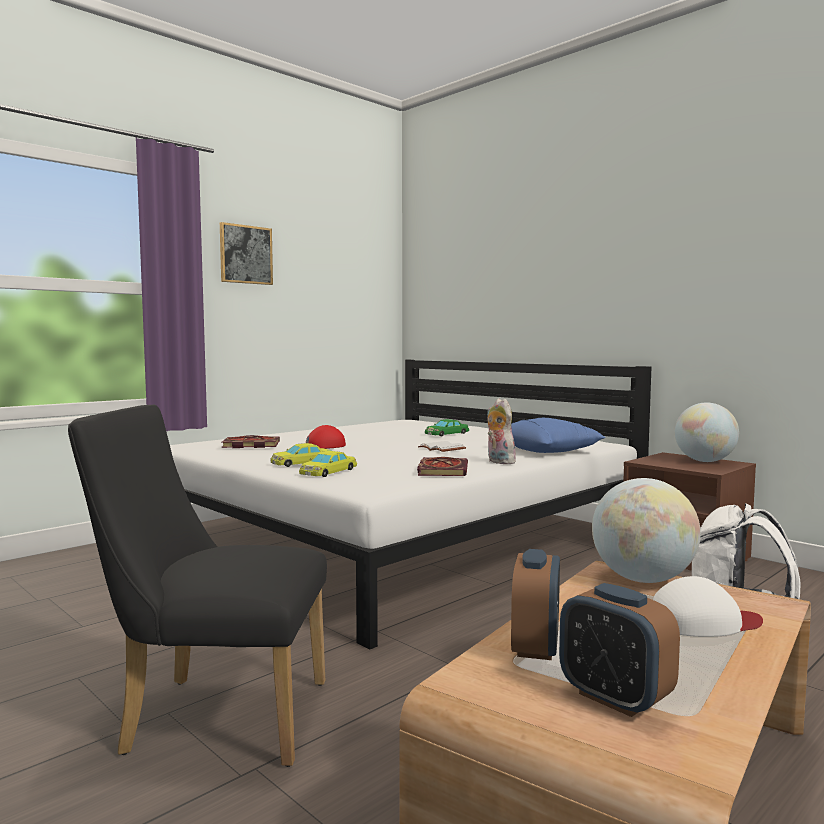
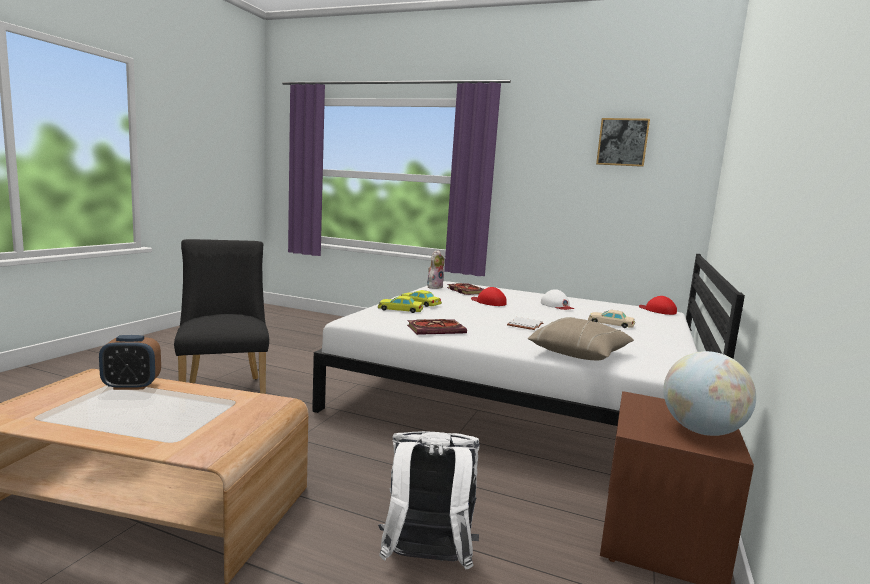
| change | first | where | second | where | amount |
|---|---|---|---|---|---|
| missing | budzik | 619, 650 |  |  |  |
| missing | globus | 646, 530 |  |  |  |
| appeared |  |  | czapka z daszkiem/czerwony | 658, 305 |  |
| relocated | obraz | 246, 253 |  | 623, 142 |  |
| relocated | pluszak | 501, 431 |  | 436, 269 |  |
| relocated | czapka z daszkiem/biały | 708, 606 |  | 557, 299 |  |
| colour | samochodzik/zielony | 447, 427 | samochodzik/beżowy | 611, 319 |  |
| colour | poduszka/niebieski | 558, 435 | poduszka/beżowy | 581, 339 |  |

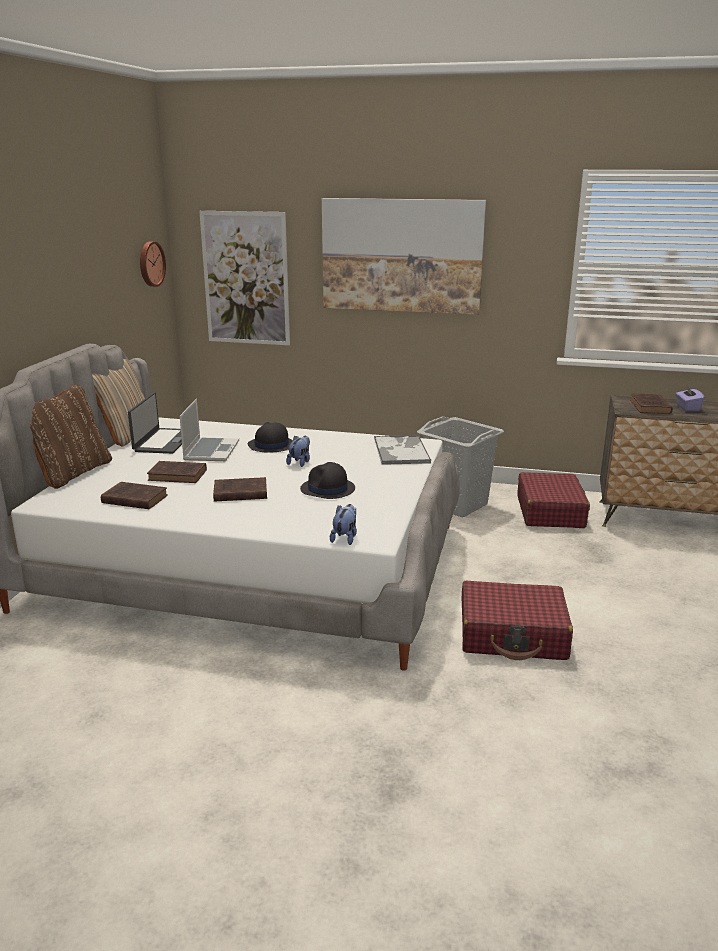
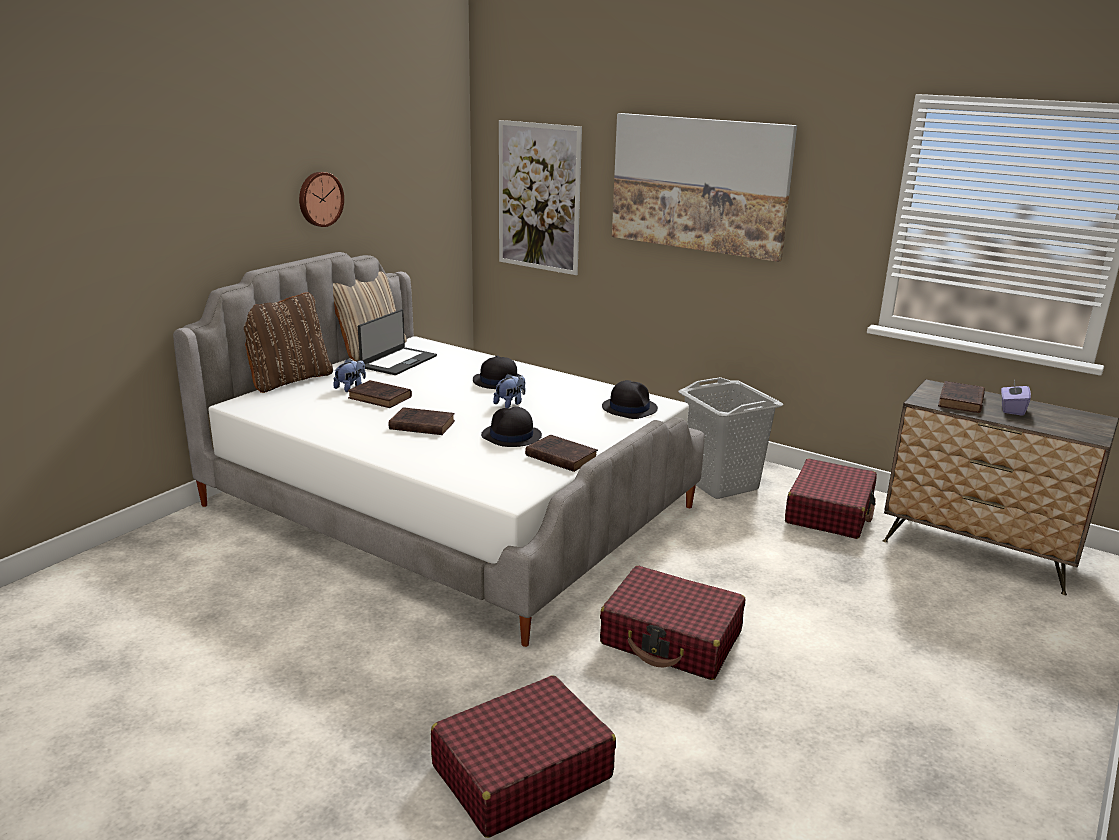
| change | first | where | second | where | amount |
|---|---|---|---|---|---|
| missing | laptop | 209, 430 |  |  |  |
| appeared |  |  | walizka/czerwony | 523, 756 |  |
| relocated | książka/brązowy | 134, 495 |  | 561, 453 |  |
| relocated | zegar ścienny | 153, 264 |  | 321, 199 |  |
| relocated | pluszak | 343, 524 |  | 349, 375 |  |
| exchanged | taca | 402, 450 | kapelusz/czarny | 630, 399 |  |

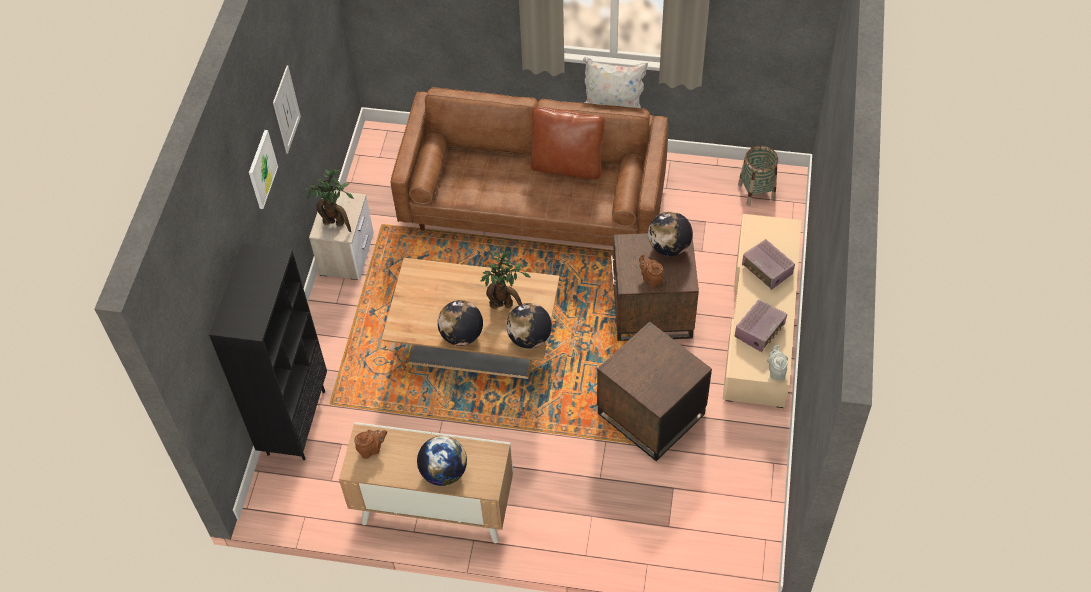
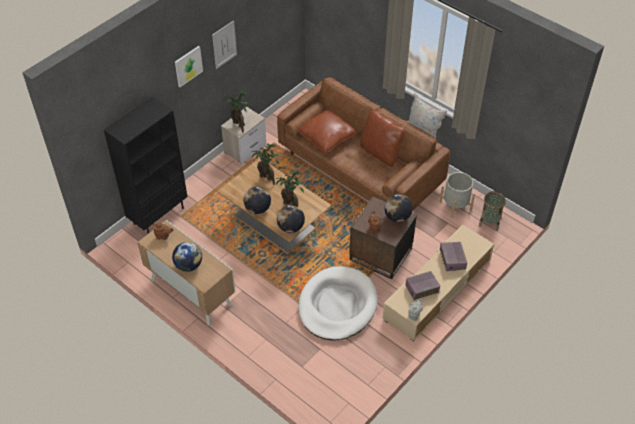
| change | first | where | second | where | amount |
|---|---|---|---|---|---|
| appeared |  |  | roślina doniczkowa | 265, 164 |  |
| appeared |  |  | poduszka/brązowy | 327, 131 |  |
| appeared |  |  | donica/szary | 457, 195 |  |
| exchanged | stolik/brązowy | 654, 391 | legowisko/biały | 338, 303 |  |

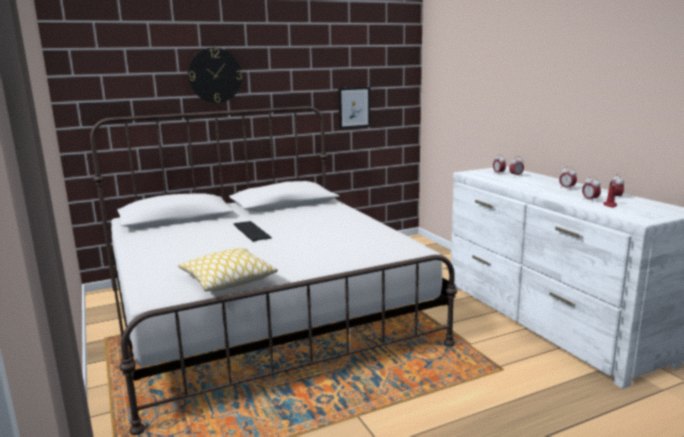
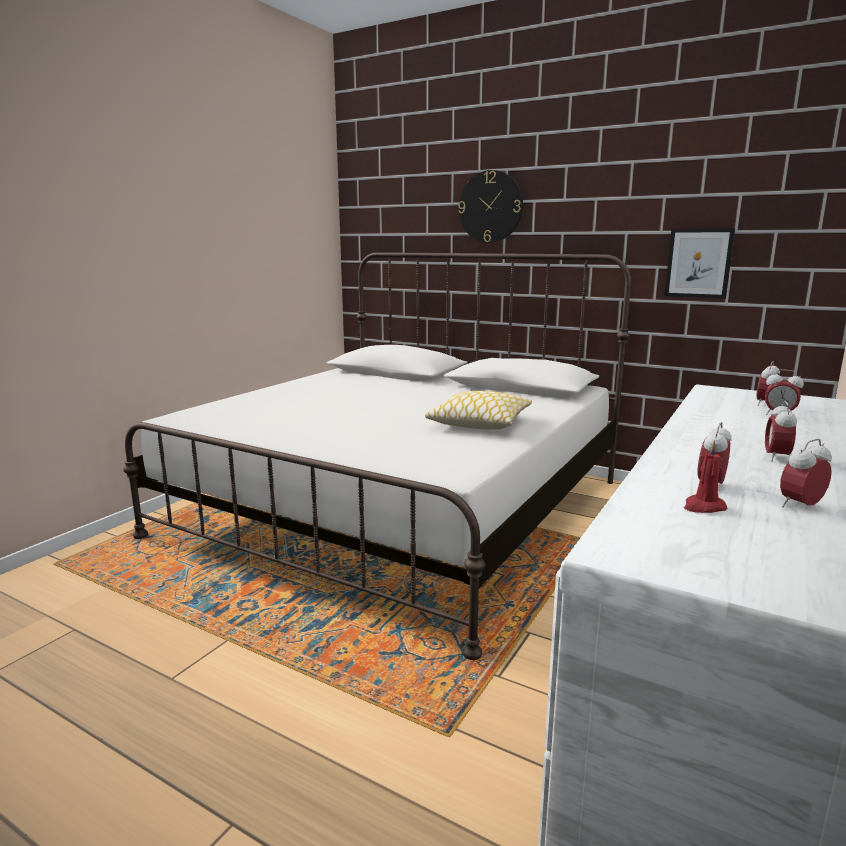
| change | first | where | second | where | amount |
|---|---|---|---|---|---|
| missing | klawiatura | 252, 231 |  |  |  |
| relocated | poduszka | 228, 269 |  | 478, 410 |  |

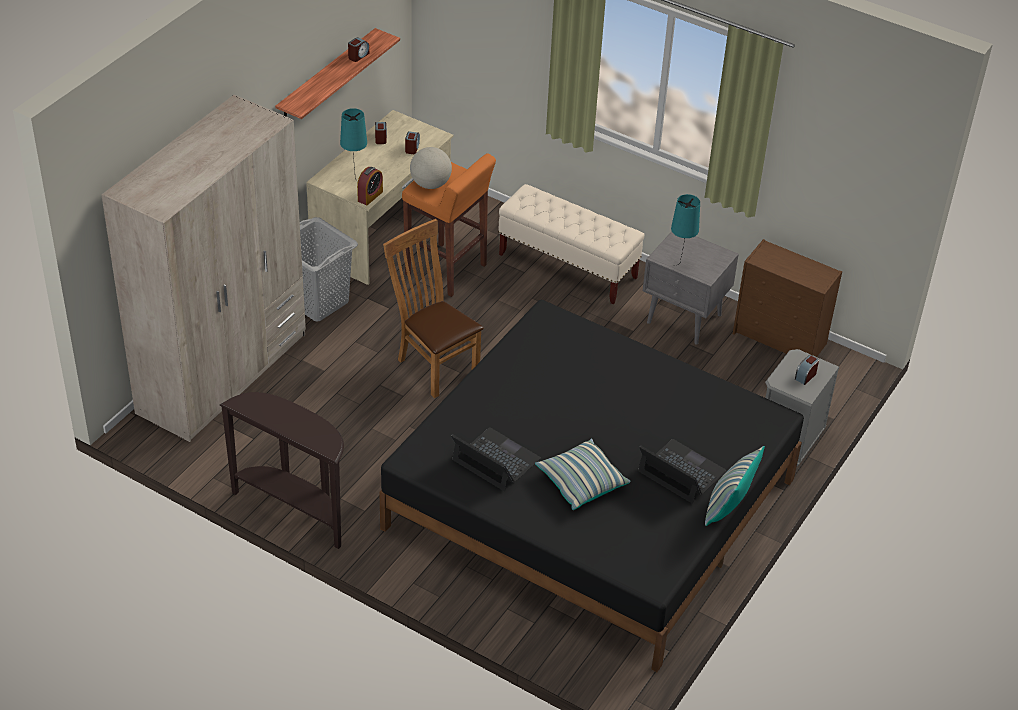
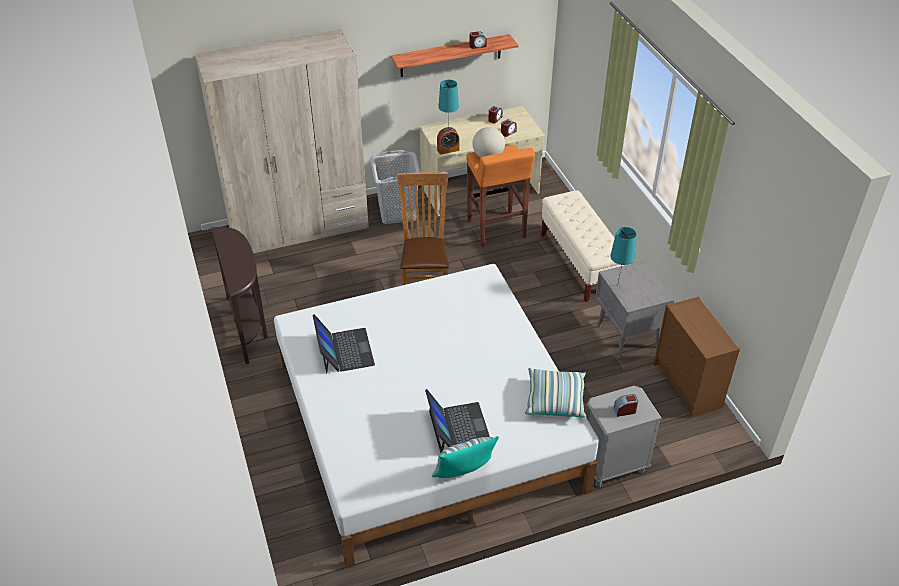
| change | first | where | second | where | amount |
|---|---|---|---|---|---|
| relocated | poduszka | 583, 474 |  | 555, 393 |  |
| colour | łóżko/czarny | 591, 486 | łóżko/biały | 436, 416 |  |

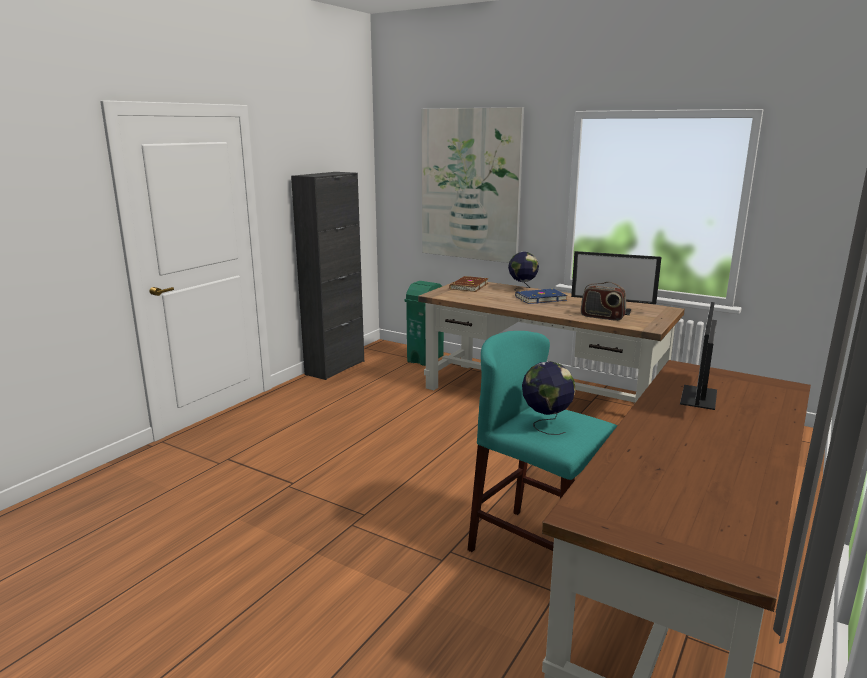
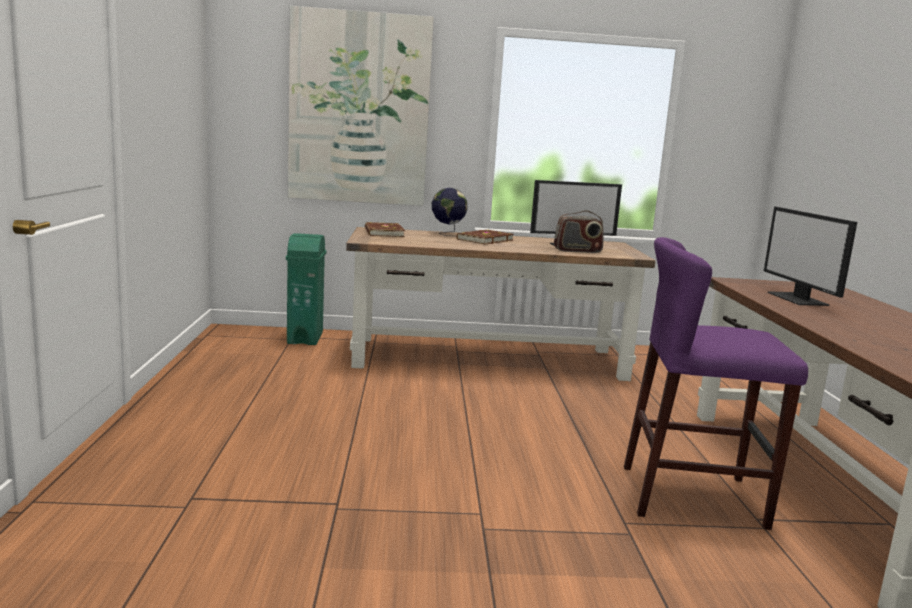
| change | first | where | second | where | amount |
|---|---|---|---|---|---|
| missing | szafka/czarny | 327, 276 |  |  |  |
| missing | globus | 549, 398 |  |  |  |
| colour | stołek/turkusowy | 543, 441 | stołek/fioletowy | 716, 383 |  |
| colour | książka/niebieski | 541, 296 | książka/brązowy | 485, 236 |  |

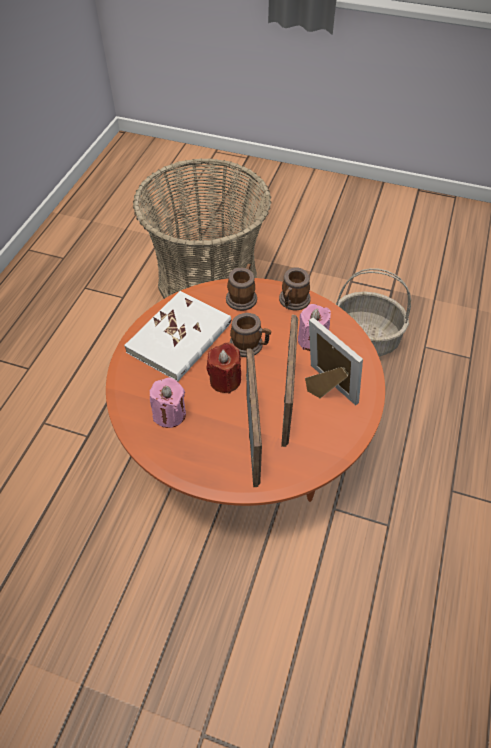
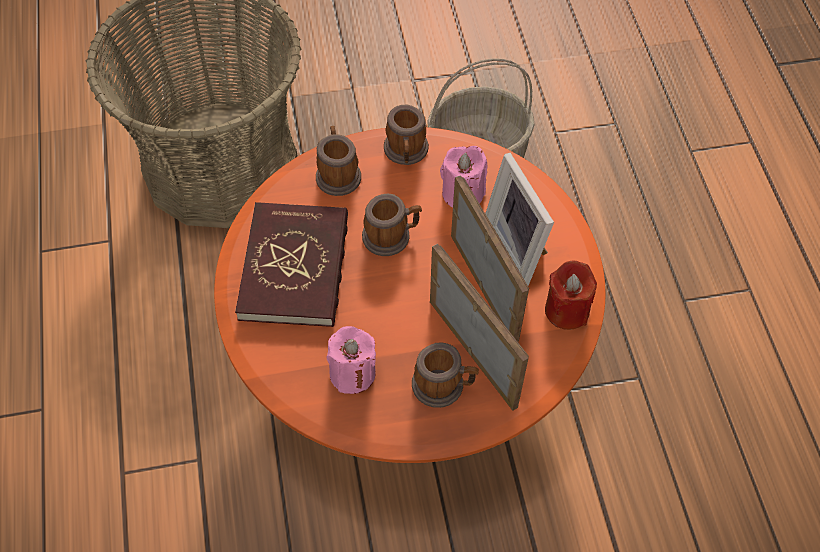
| change | first | where | second | where | amount |
|---|---|---|---|---|---|
| appeared |  |  | kubek | 445, 375 |  |
| relocated | świeca/czerwony | 224, 368 |  | 571, 295 |  |
| colour | książka/biały | 177, 336 | książka/czerwony | 291, 264 |  |
| spun | ramka na zdjęcie | 334, 361 |  | 519, 219 | 135 degrees counterclockwise |

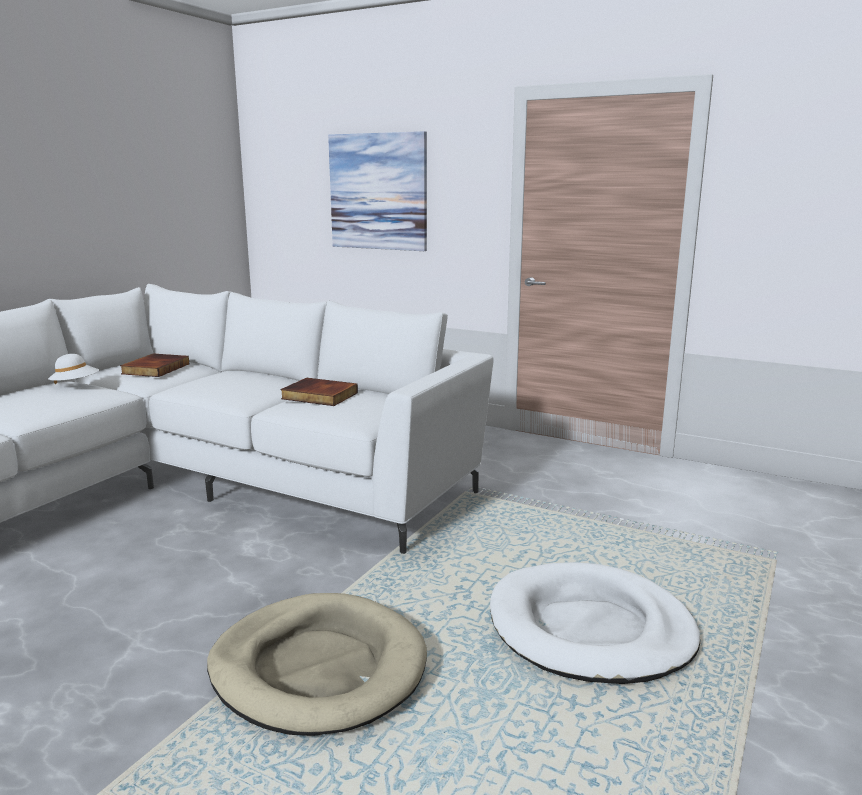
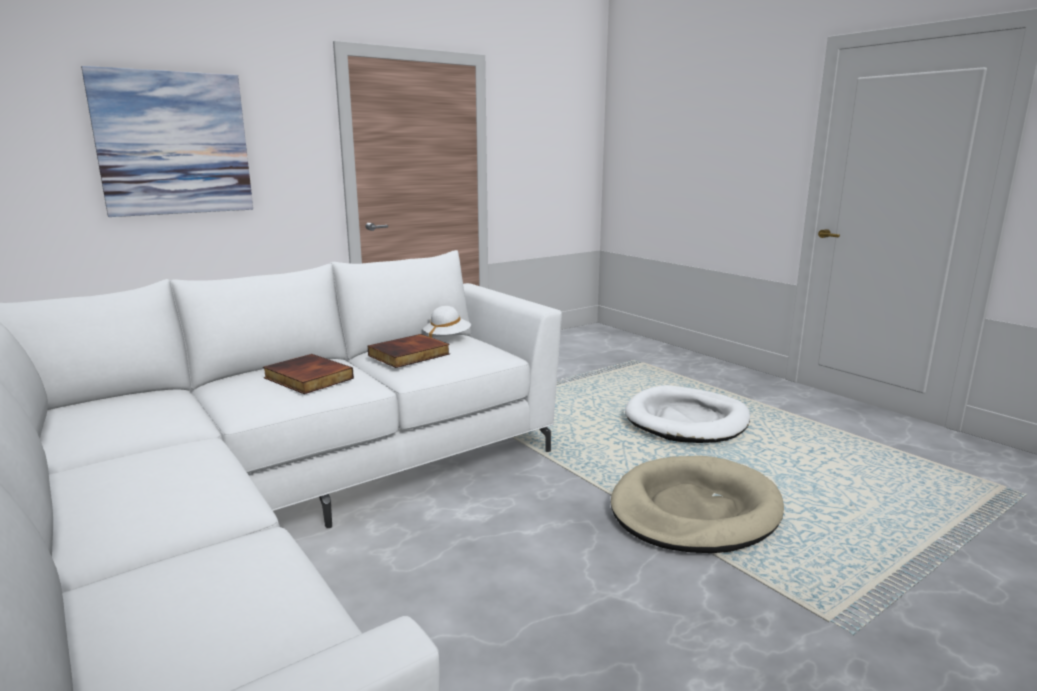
| change | first | where | second | where | amount |
|---|---|---|---|---|---|
| relocated | kapelusz/biały | 73, 369 |  | 447, 322 |  |
| relocated | książka | 154, 365 |  | 308, 374 |  |

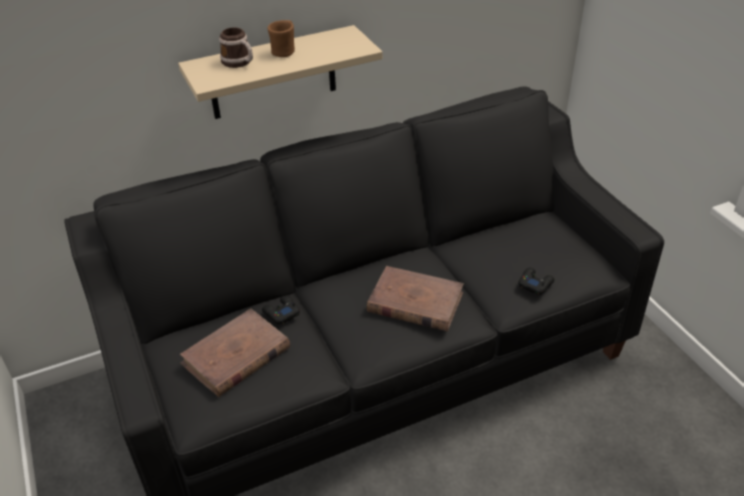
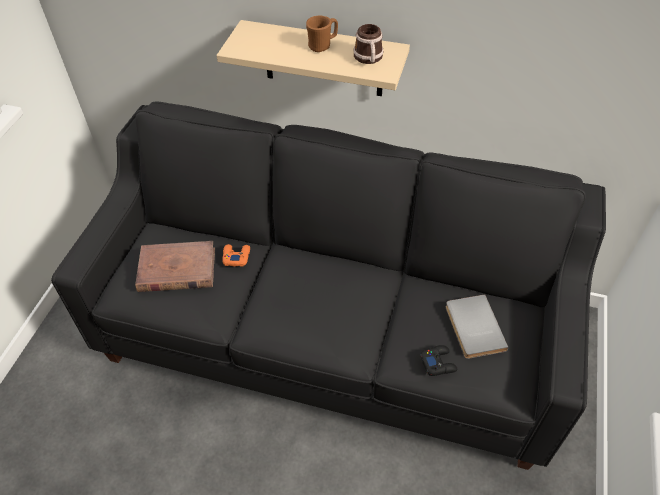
| change | first | where | second | where | amount |
|---|---|---|---|---|---|
| missing | książka/brązowy | 415, 299 |  |  |  |
| appeared |  |  | książka/szary | 477, 326 |  |
| relocated | kubek | 236, 47 |  | 368, 44 |  |
| colour | pad do gier/czarny | 281, 310 | pad do gier/pomarańczowy | 236, 255 |  |

